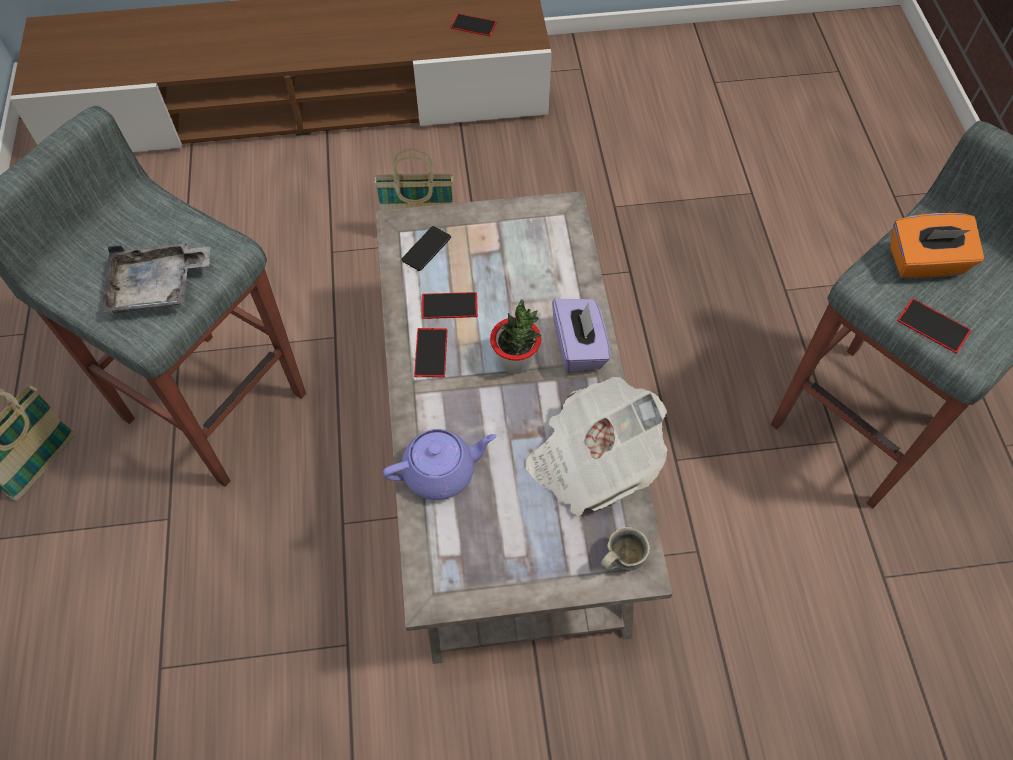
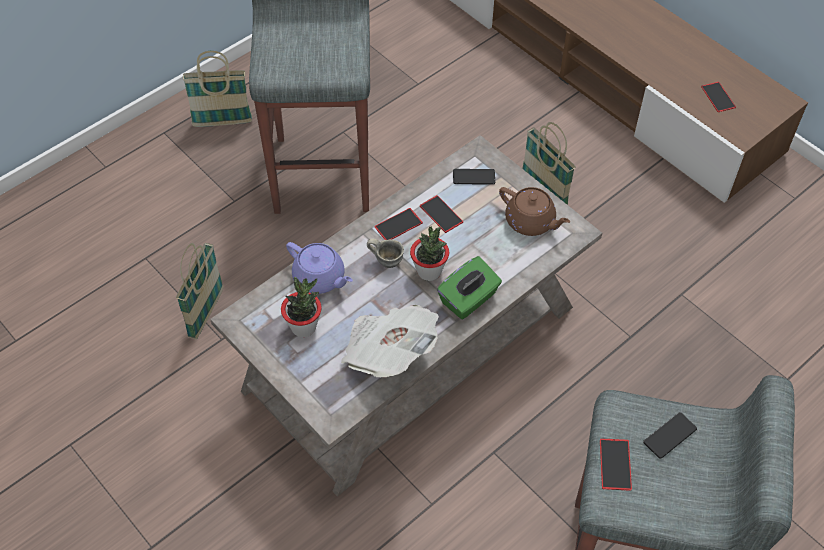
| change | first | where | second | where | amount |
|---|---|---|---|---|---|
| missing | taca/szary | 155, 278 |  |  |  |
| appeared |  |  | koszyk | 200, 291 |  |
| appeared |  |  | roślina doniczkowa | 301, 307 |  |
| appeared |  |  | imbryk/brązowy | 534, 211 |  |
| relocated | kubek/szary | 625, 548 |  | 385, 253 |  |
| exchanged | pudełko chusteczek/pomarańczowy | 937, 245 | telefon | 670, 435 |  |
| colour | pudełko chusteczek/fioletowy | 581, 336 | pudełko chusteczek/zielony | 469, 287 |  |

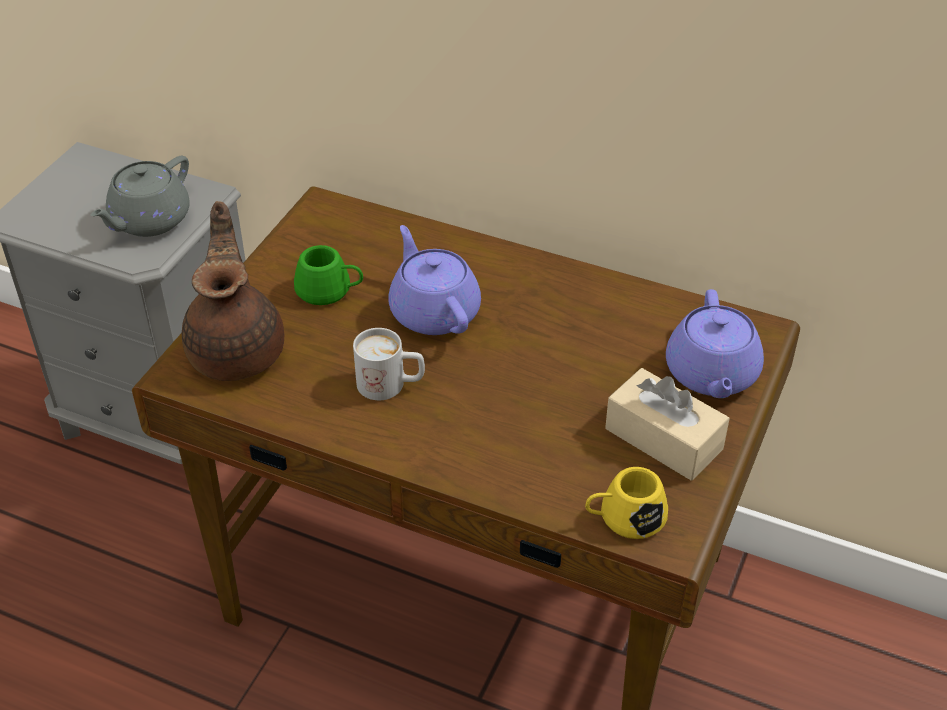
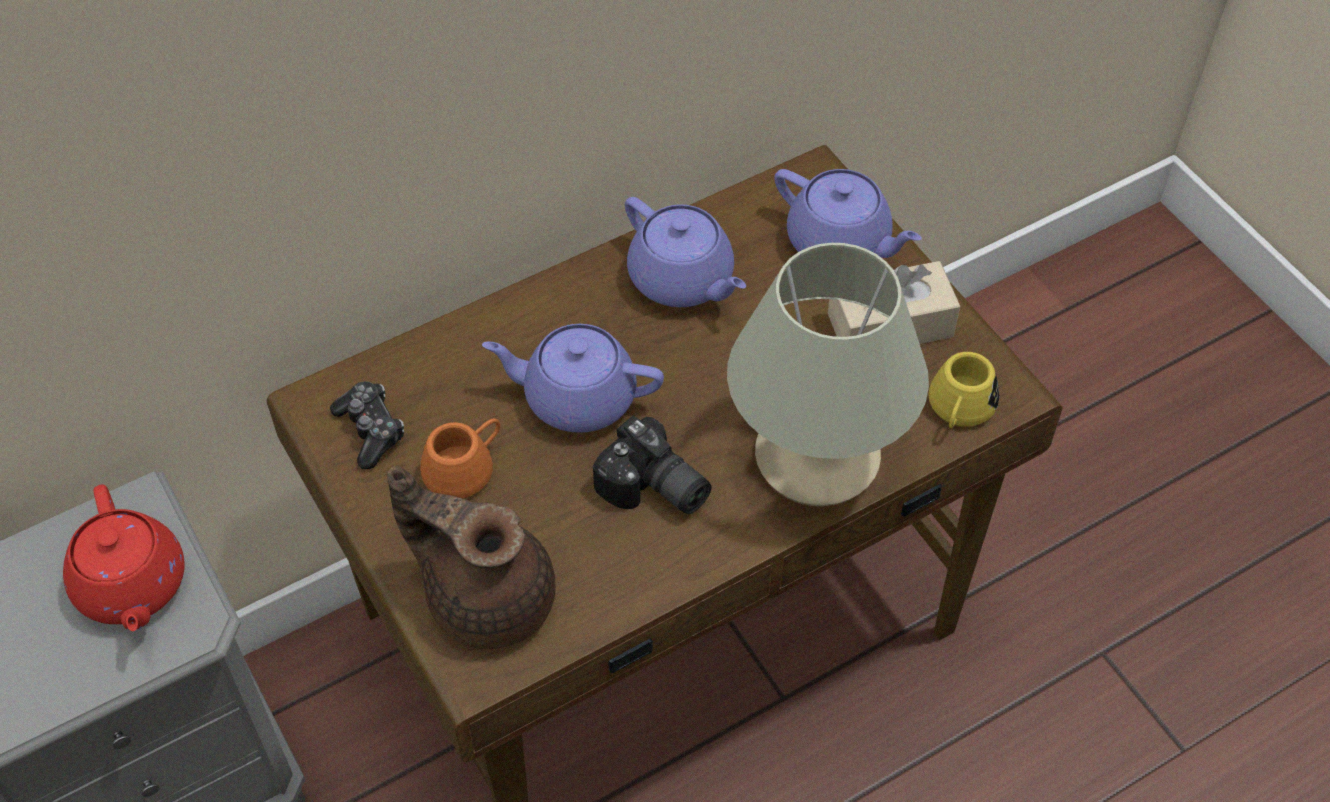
| change | first | where | second | where | amount |
|---|---|---|---|---|---|
| appeared |  |  | pad do gier | 367, 425 |  |
| appeared |  |  | imbryk/fioletowy | 685, 252 |  |
| appeared |  |  | lampa stołowa/beżowy | 828, 375 |  |
| exchanged | kubek/biały | 389, 364 | aparat fotograficzny | 652, 464 |  |
| colour | imbryk/szary | 140, 196 | imbryk/czerwony | 124, 557 |  |
| colour | kubek/zielony | 328, 275 | kubek/pomarańczowy | 460, 458 |  |

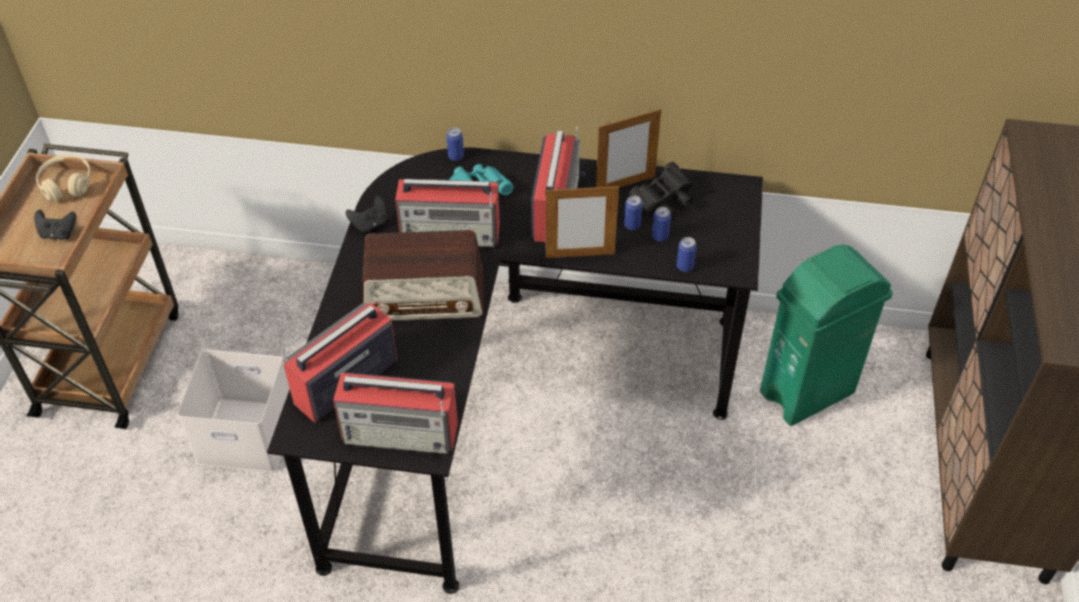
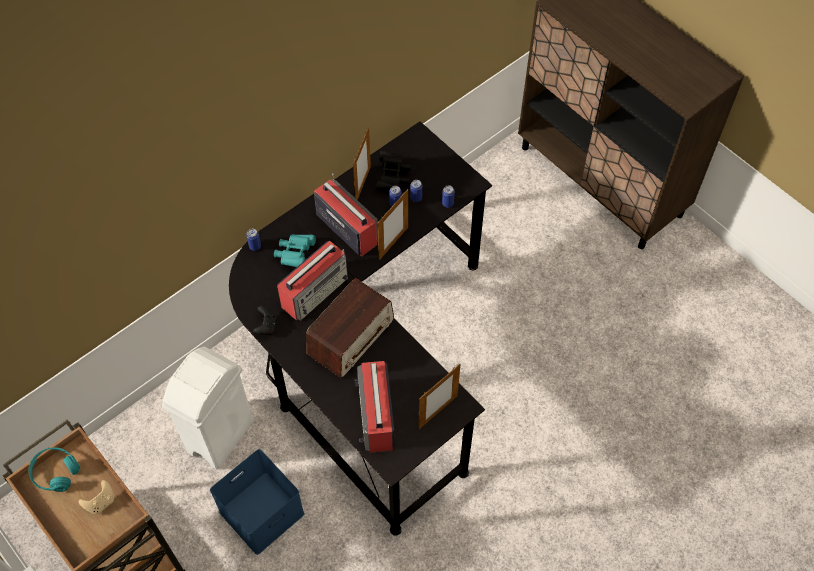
| change | first | where | second | where | amount |
|---|---|---|---|---|---|
| missing | kosz na śmieci/zielony | 826, 335 |  |  |  |
| appeared |  |  | kosz na śmieci/biały | 207, 408 |  |
| exchanged | radio | 395, 413 | ramka na zdjęcie | 440, 396 |  |
| colour | pad do gier/czarny | 55, 225 | pad do gier/beżowy | 96, 497 |  |
| colour | słuchawki/beżowy | 63, 178 | słuchawki/turkusowy | 54, 469 |  |
| colour | pojemnik do przechowywania/biały | 233, 410 | pojemnik do przechowywania/niebieski | 257, 502 |  |

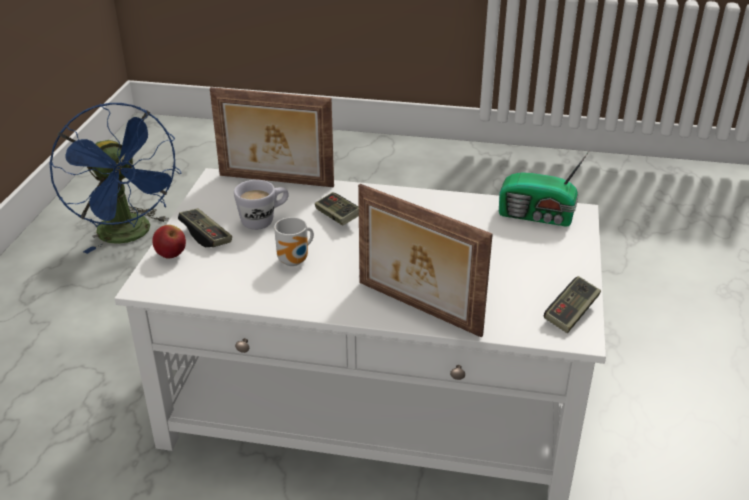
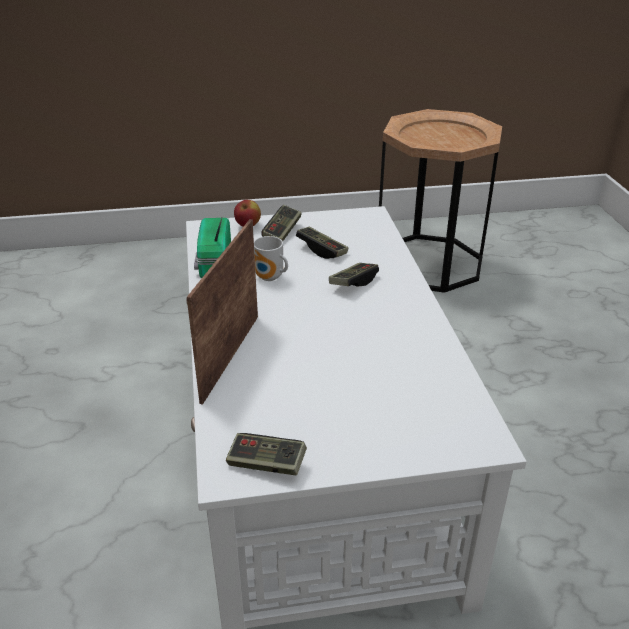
| change | first | where | second | where | amount |
|---|---|---|---|---|---|
| missing | ramka na zdjęcie | 272, 137 |  |  |  |
| relocated | radio | 544, 188 |  | 212, 248 |  |
| exchanged | wentylator/niebieski | 115, 178 | stolik/brązowy | 440, 201 |  |
| exchanged | kubek/biały | 261, 205 | pad do gier | 322, 243 |  |

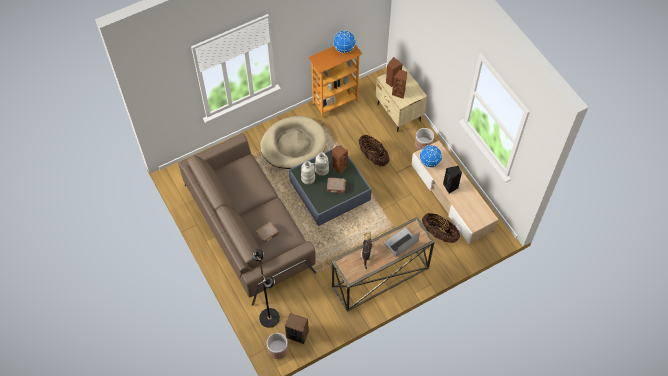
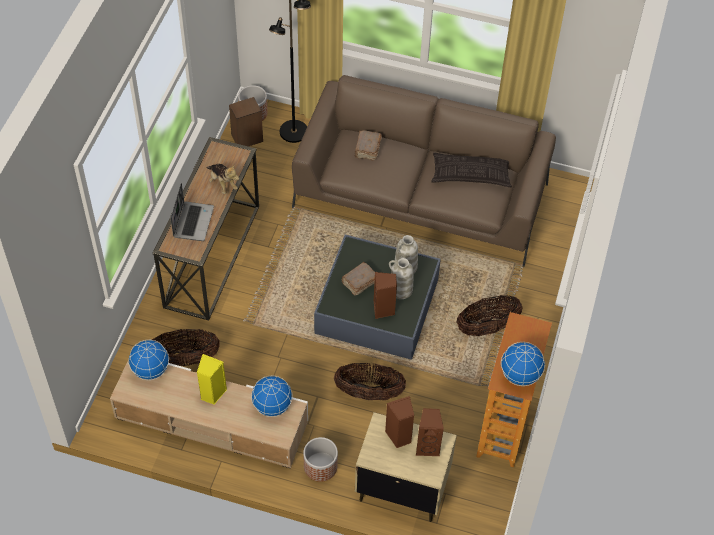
| change | first | where | second | where | amount |
|---|---|---|---|---|---|
| appeared |  |  | globus | 148, 360 |  |
| appeared |  |  | poduszka | 471, 169 |  |
| exchanged | legowisko/beżowy | 293, 142 | koszyk | 489, 315 |  |
| colour | głośnik/czarny | 452, 180 | głośnik/żółty | 212, 379 |  |

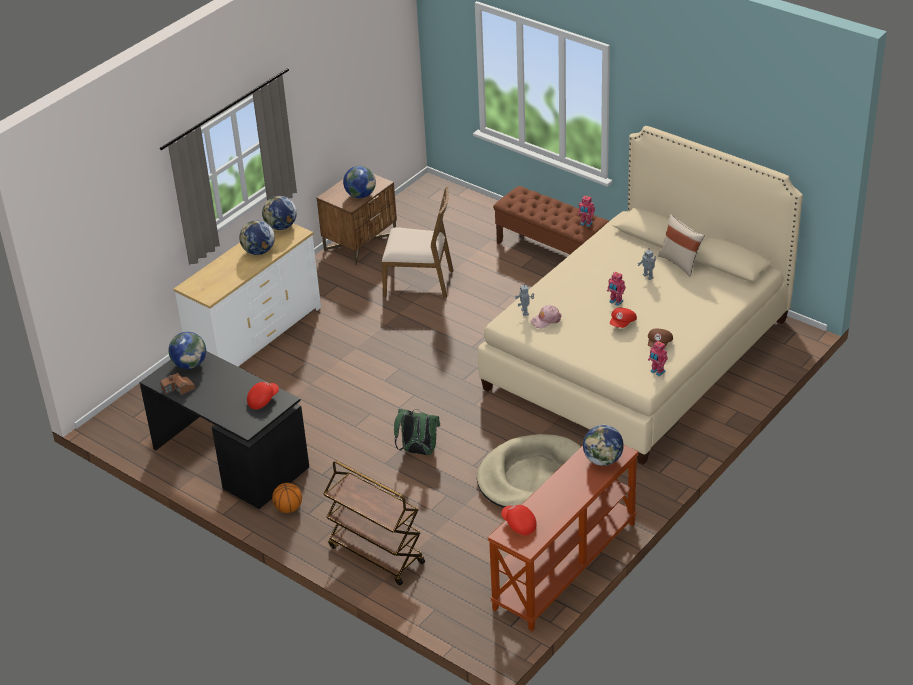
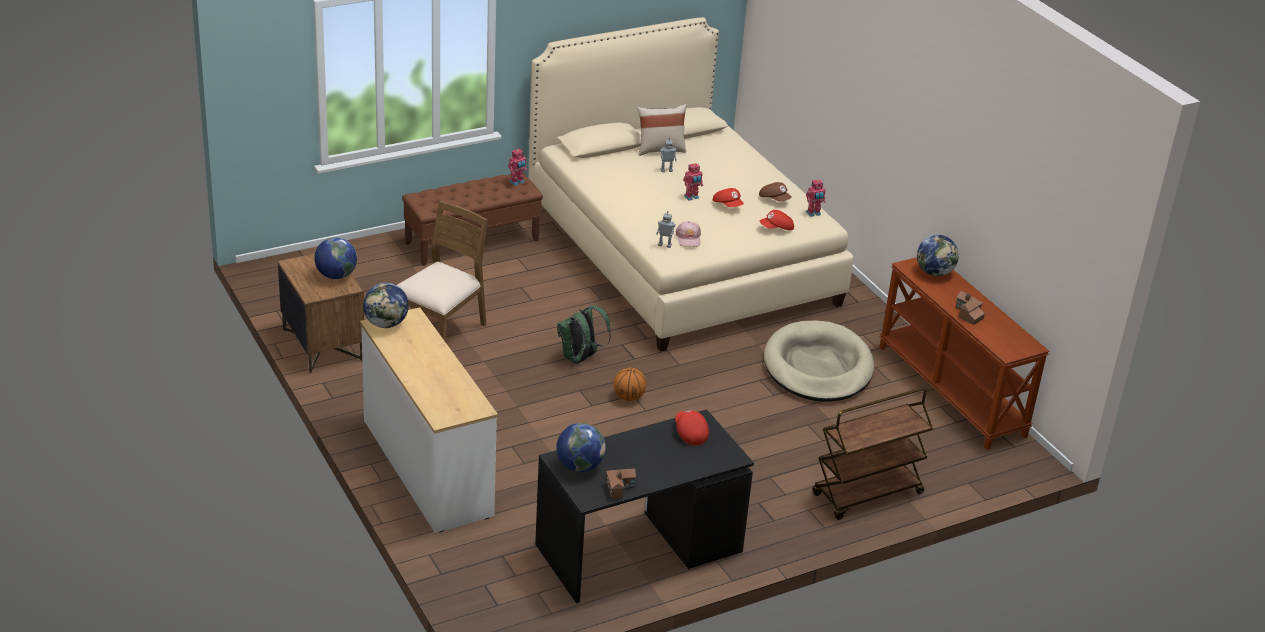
| change | first | where | second | where | amount |
|---|---|---|---|---|---|
| missing | globus | 257, 237 |  |  |  |
| appeared |  |  | domek | 970, 308 |  |
| relocated | piłka do koszykówki | 287, 498 |  | 630, 384 |  |
| relocated | plecak/zielony | 417, 432 |  | 584, 335 |  |
| relocated | czapka z daszkiem/czerwony | 519, 520 |  | 776, 220 |  |

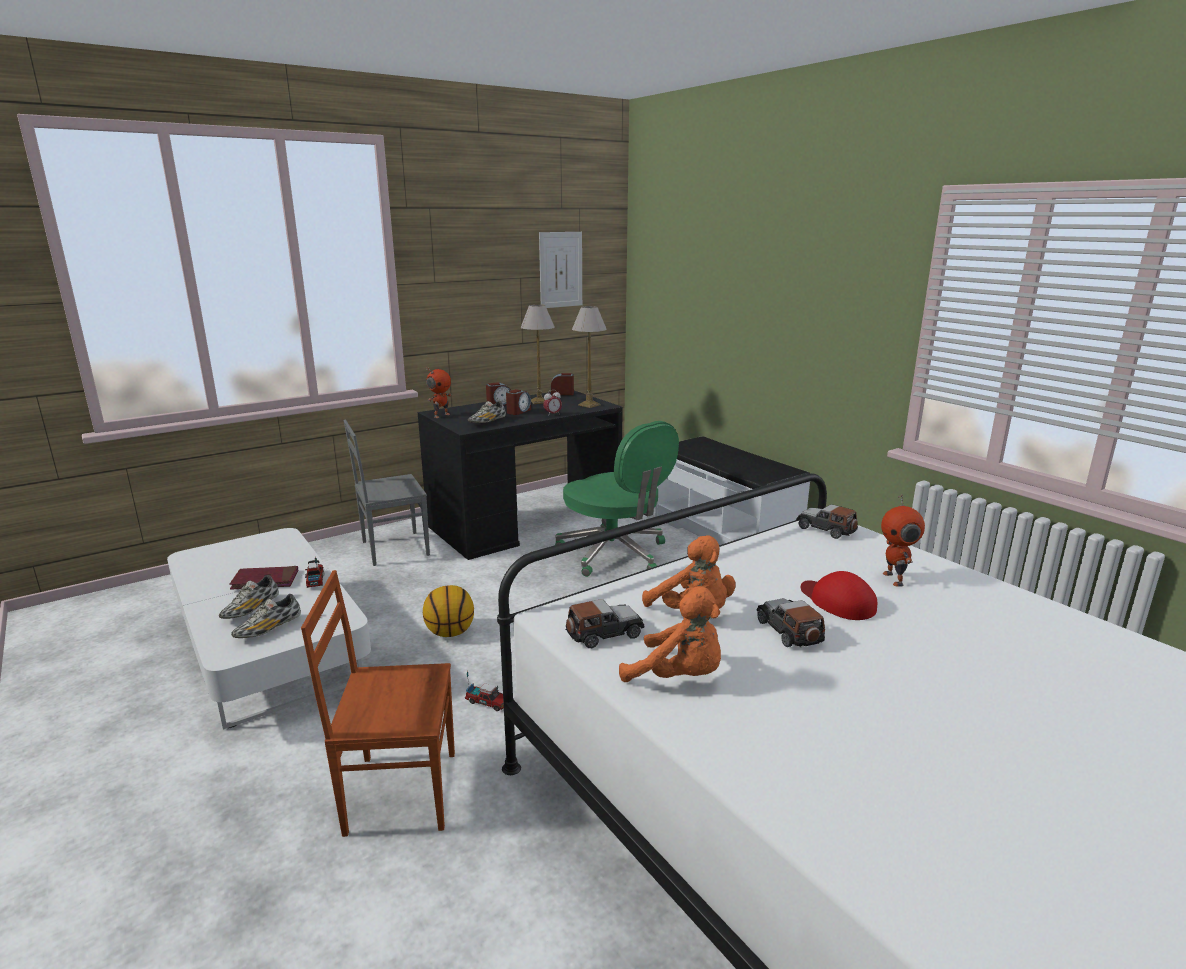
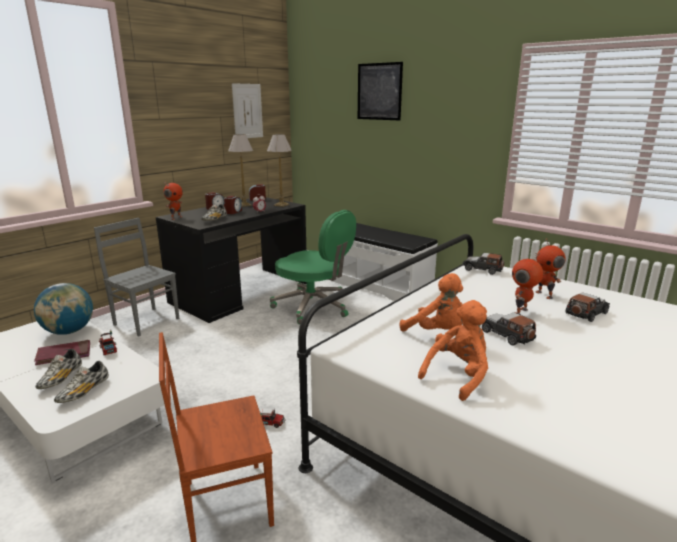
| change | first | where | second | where | amount |
|---|---|---|---|---|---|
| missing | piłka do koszykówki | 448, 611 |  |  |  |
| appeared |  |  | globus | 63, 309 |  |
| appeared |  |  | obraz | 380, 91 |  |
| relocated | samochodzik | 604, 623 |  | 588, 307 |  |
| exchanged | czapka z daszkiem/czerwony | 839, 595 | robot zabawkowy | 527, 284 |  |
| spun | krzesło/szary | 387, 492 |  | 136, 277 | 75 degrees clockwise |
| spun | pluszak/pomarańczowy | 670, 634 |  | 453, 350 | 60 degrees counterclockwise |

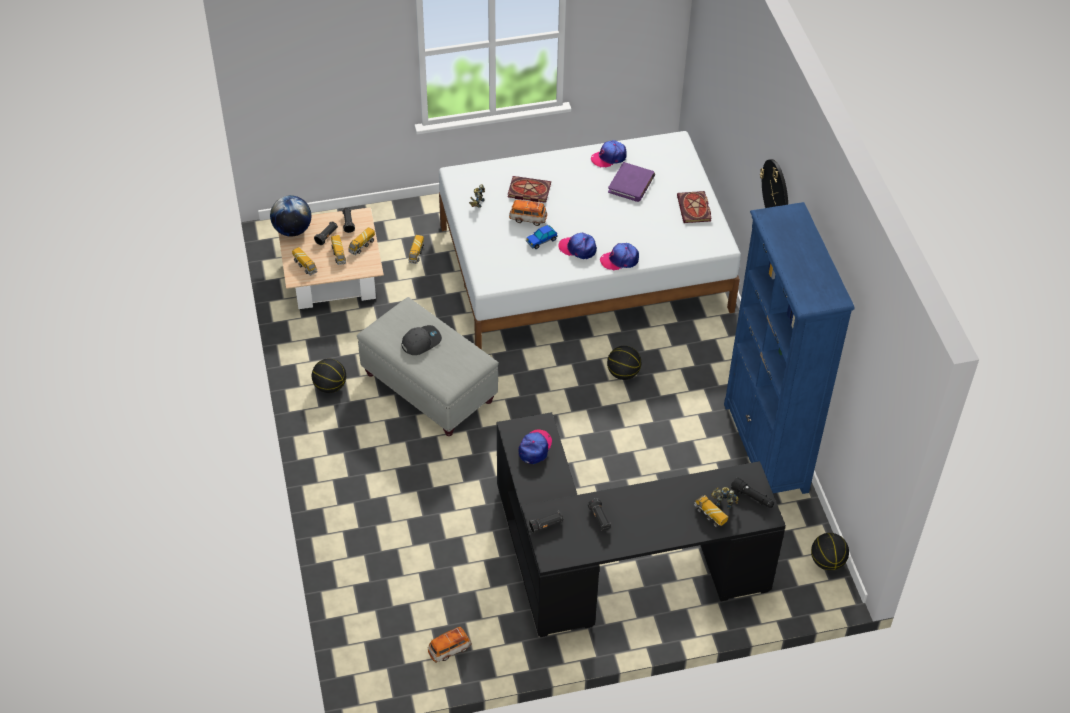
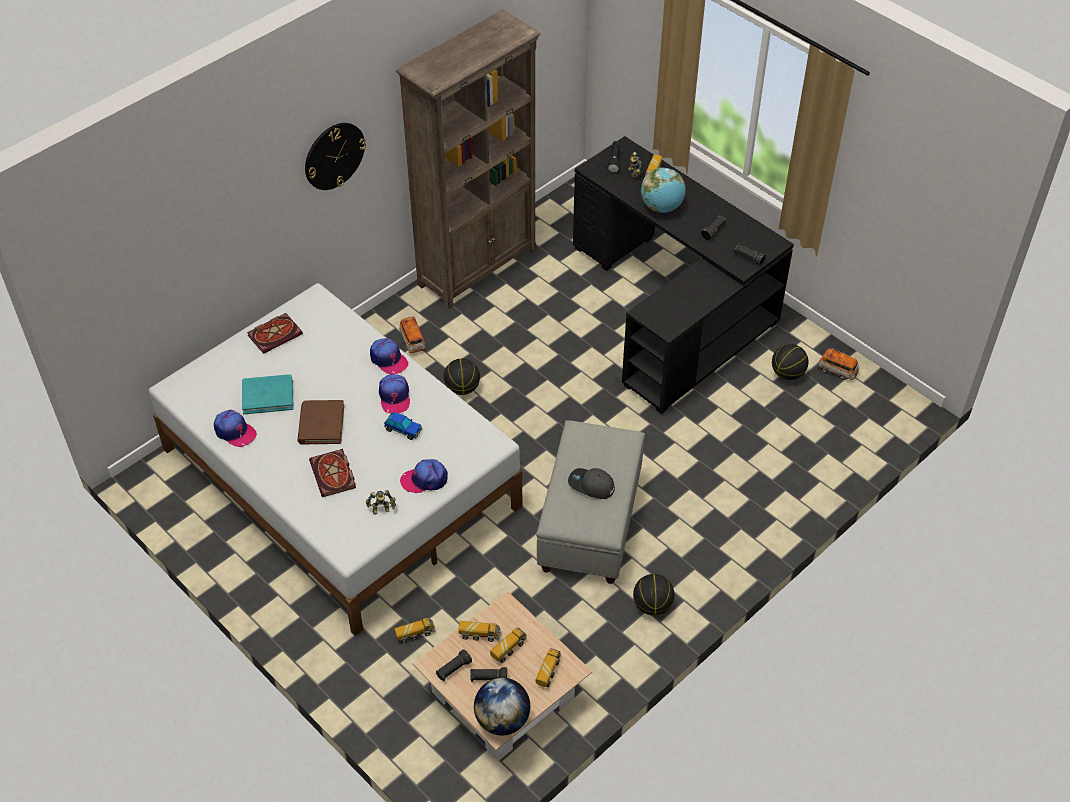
| change | first | where | second | where | amount |
|---|---|---|---|---|---|
| appeared |  |  | książka/brązowy | 320, 422 |  |
| appeared |  |  | globus | 663, 190 |  |
| relocated | samochodzik | 528, 213 |  | 412, 334 |  |
| relocated | czapka z daszkiem | 535, 447 |  | 424, 476 |  |
| relocated | piłka do koszykówki | 830, 552 |  | 790, 362 |  |
| colour | książka/fioletowy | 631, 182 | książka/turkusowy | 267, 394 |  |
| colour | regał/niebieski | 789, 348 | regał/brązowy | 468, 159 |  |

